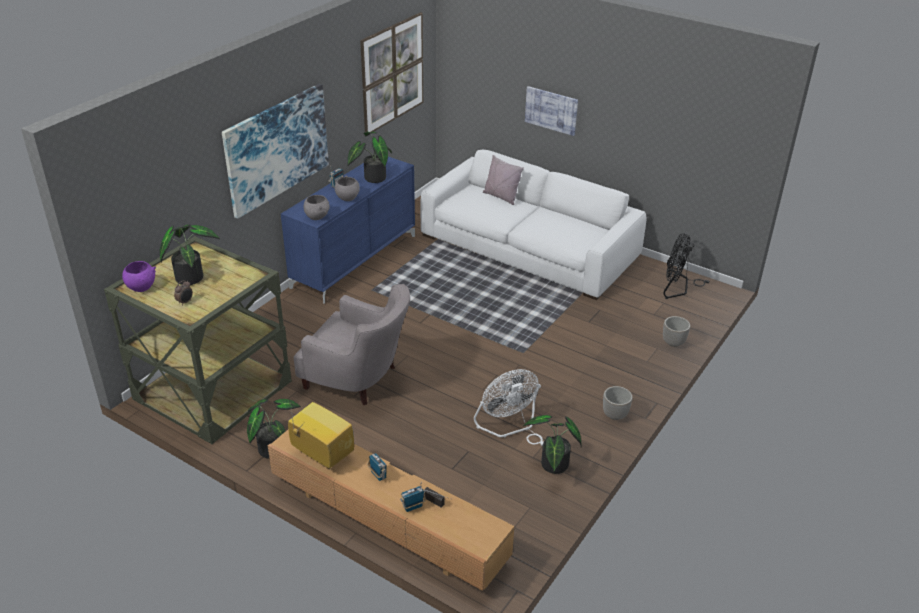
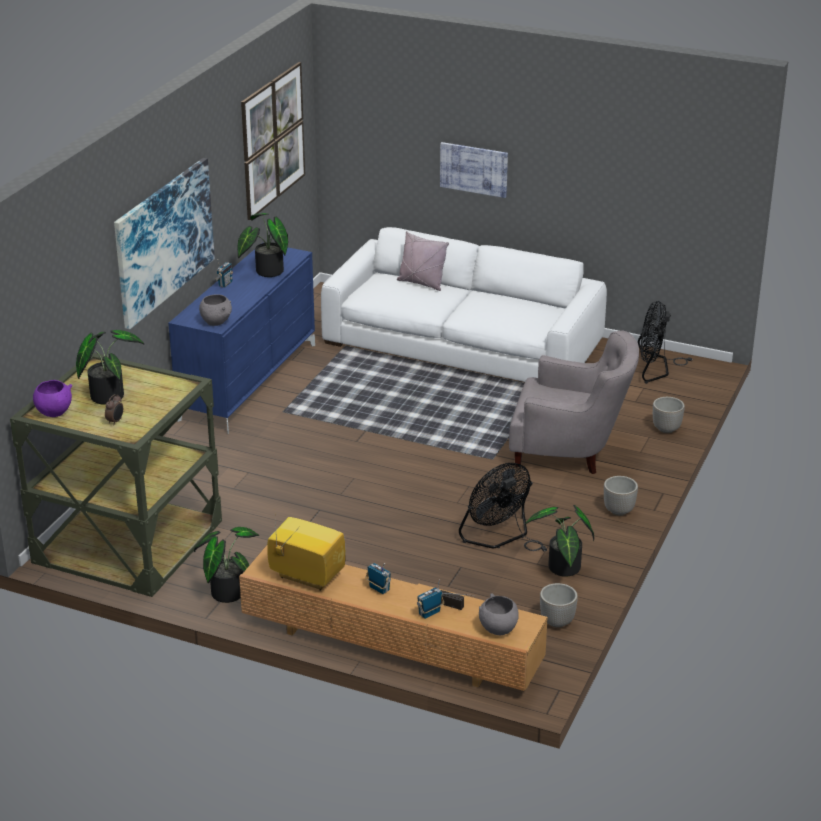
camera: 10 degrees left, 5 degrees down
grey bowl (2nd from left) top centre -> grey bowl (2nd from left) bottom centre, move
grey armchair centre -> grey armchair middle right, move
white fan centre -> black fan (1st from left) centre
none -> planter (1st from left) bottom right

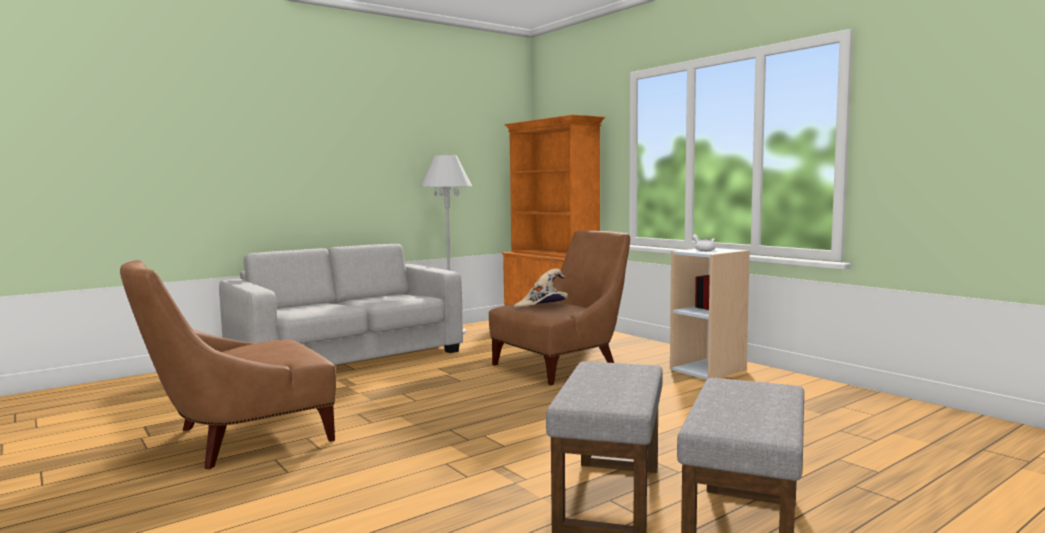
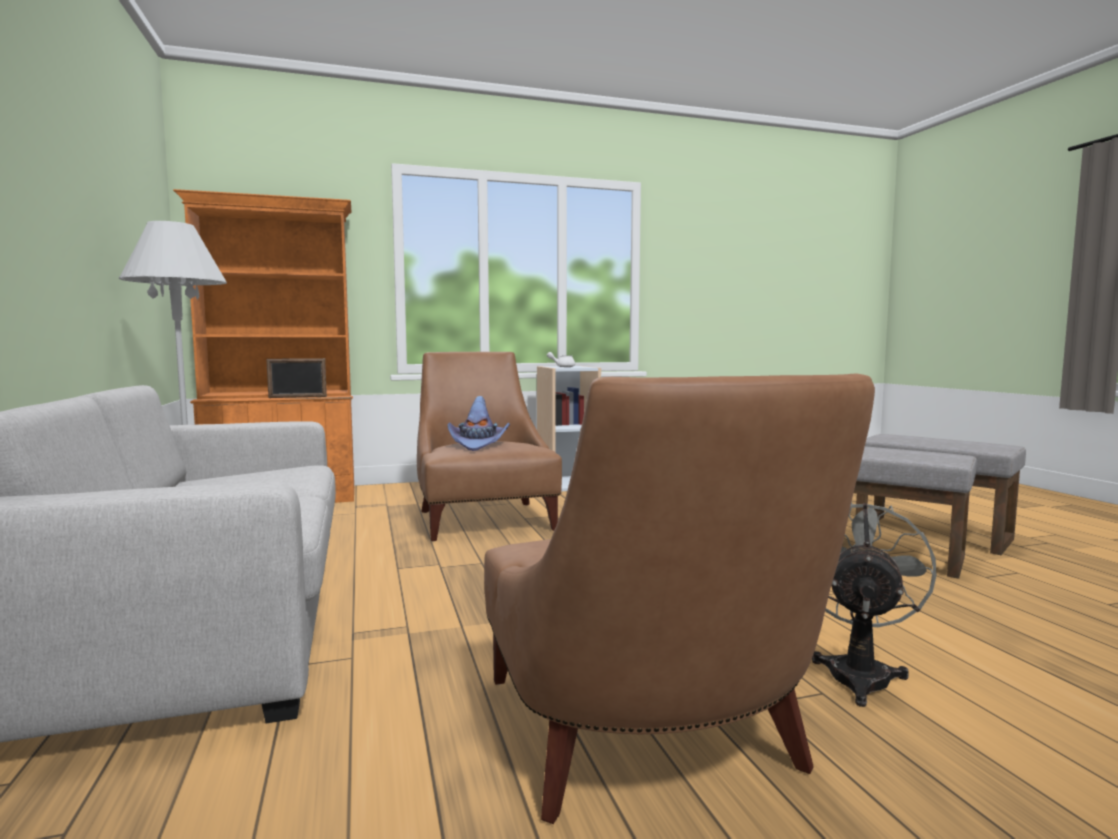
camera: 70 degrees left, 0 degrees up
beige hat centre -> purple hat centre
none -> picture frame middle left
none -> grey fan bottom right

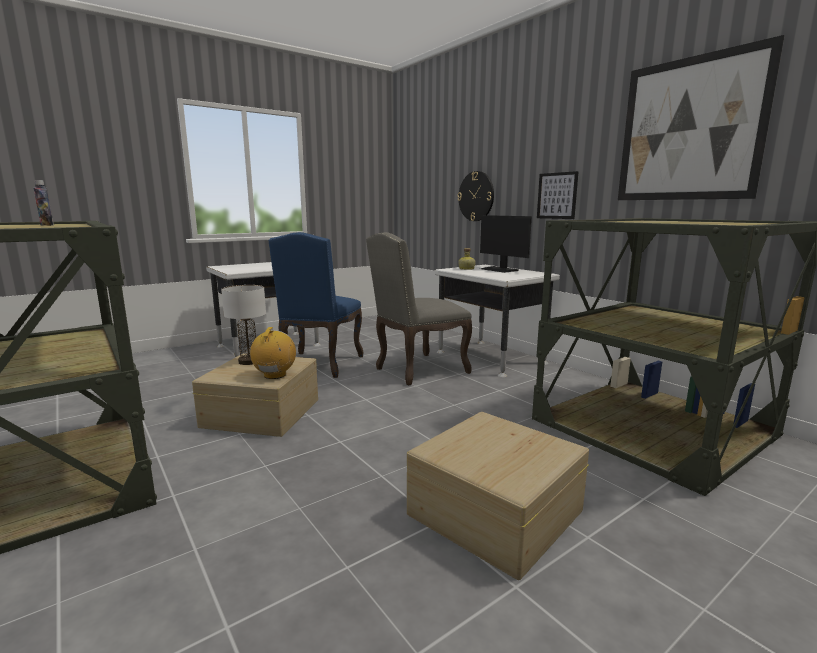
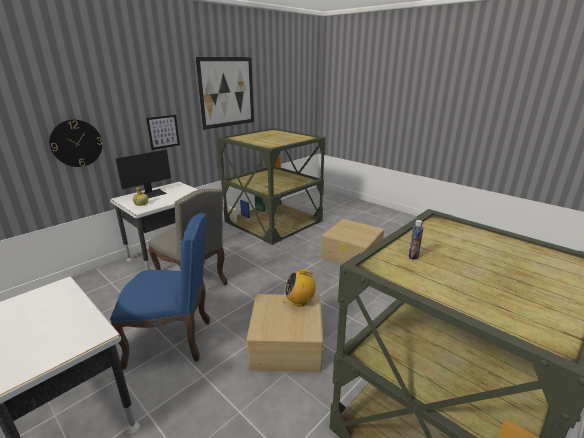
camera: 100 degrees left, 10 degrees up
table lamp middle left -> none

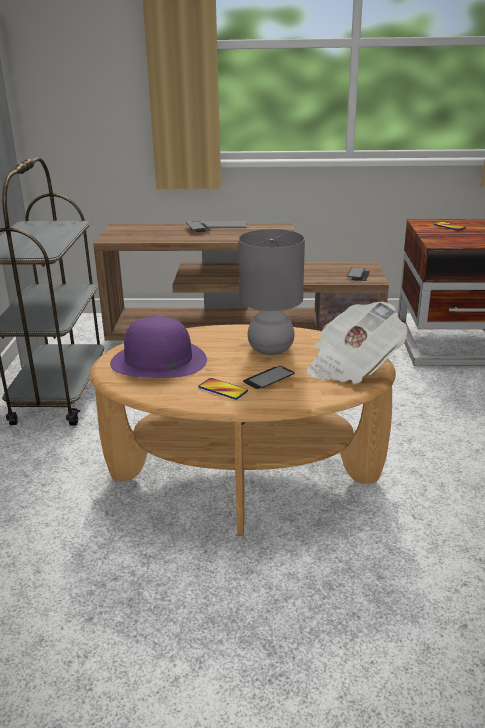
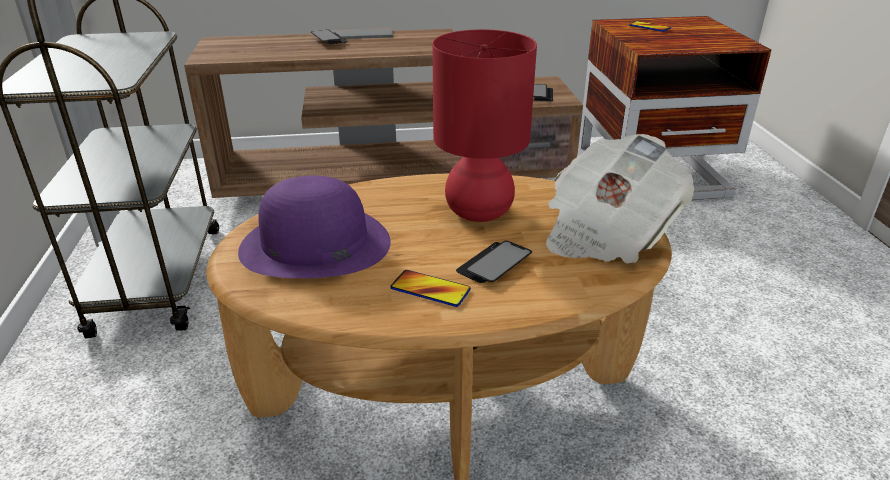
camera: 10 degrees left, 5 degrees up
grey table lamp centre -> red table lamp top centre

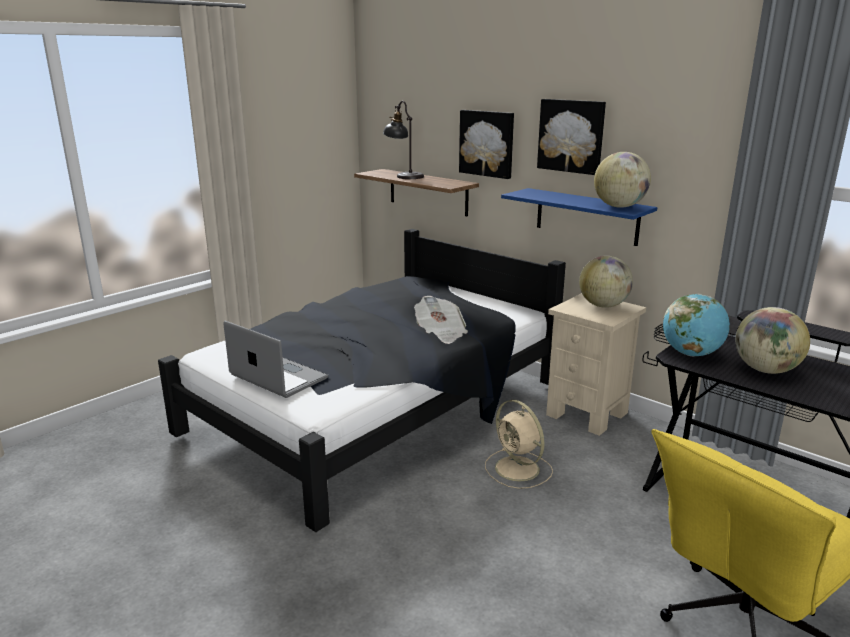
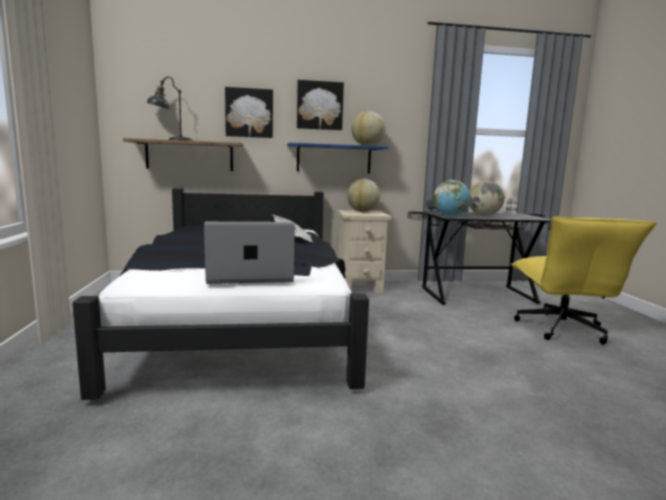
camera: 50 degrees left, 10 degrees down
beige fan bottom centre -> none

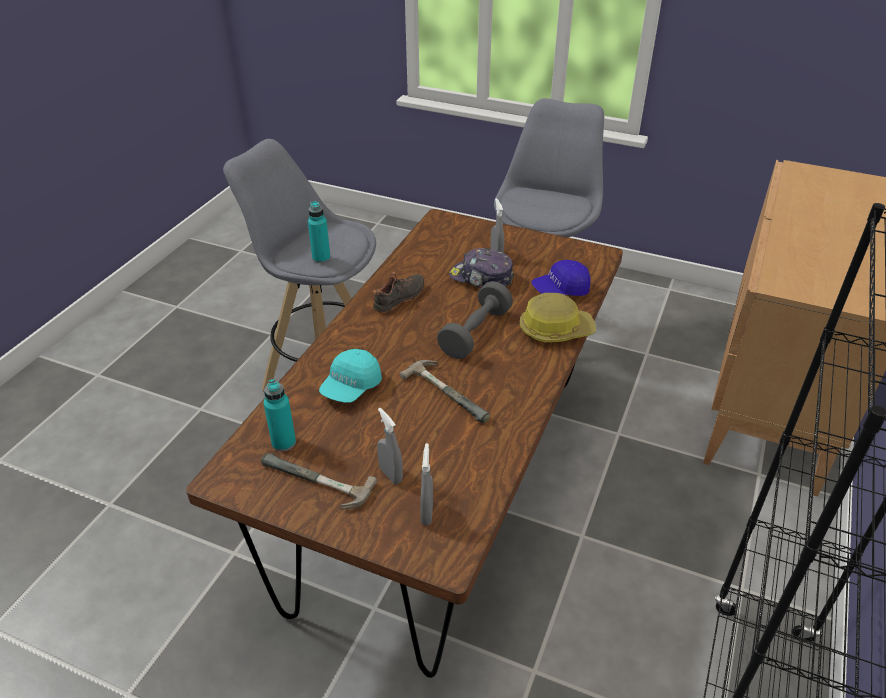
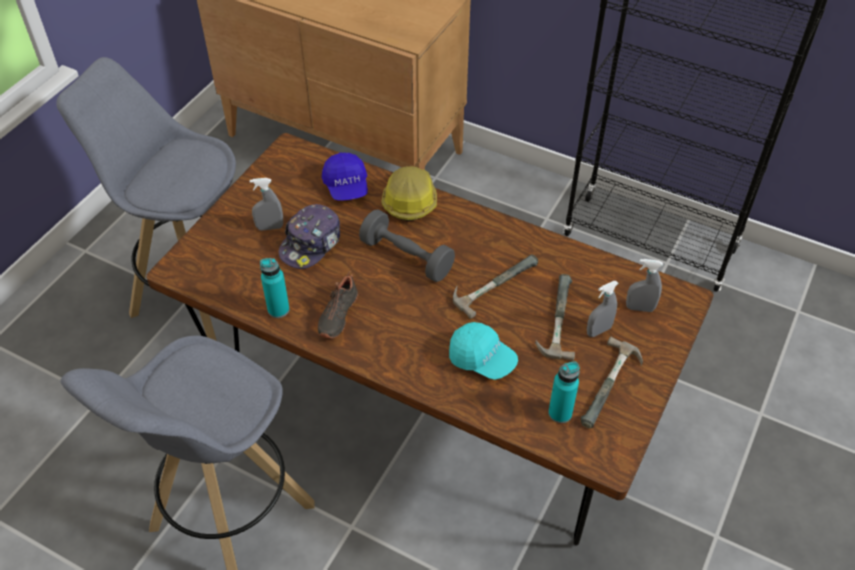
camera: 85 degrees left, 10 degrees up
turquoise bottle (2nd from left in the first image) top centre -> turquoise bottle (1st from left) middle left, move
black shoe centre, 120 degrees counterclockwise
none -> hammer (2nd from left) centre

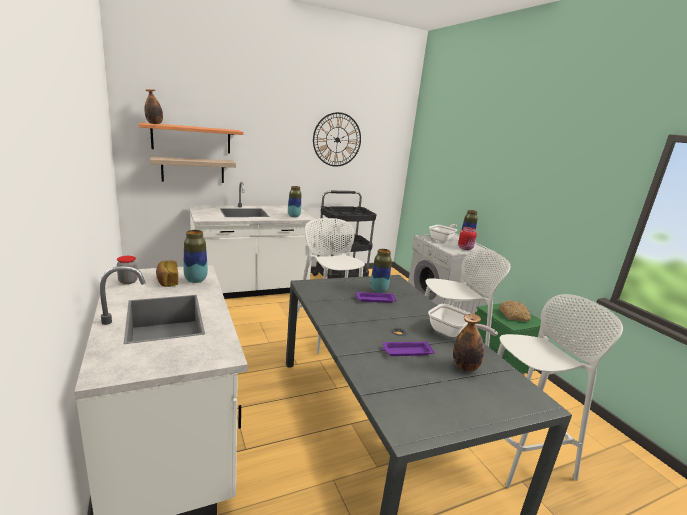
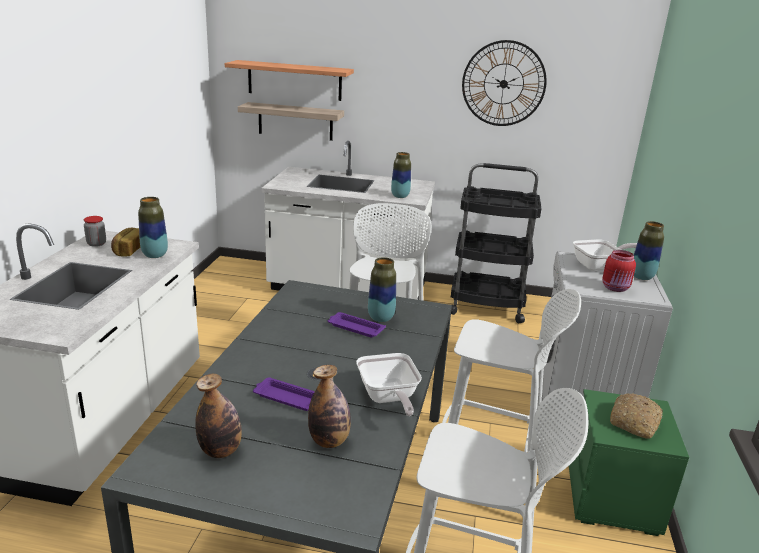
camera: 35 degrees right, 5 degrees up
bottle (1st from left) top left -> bottle (1st from left) bottom left, move

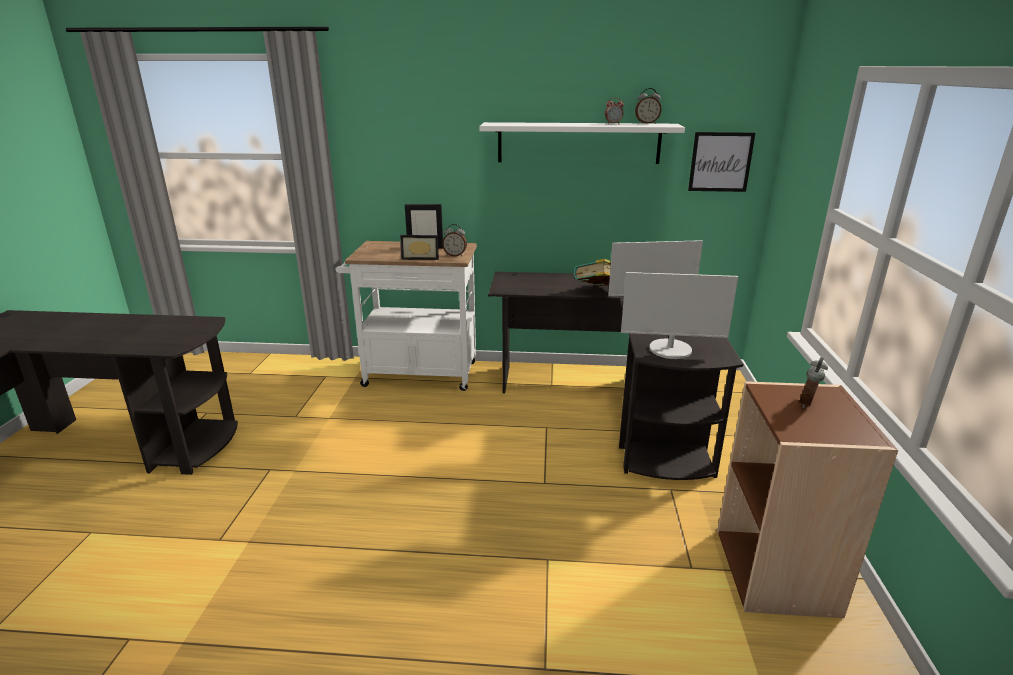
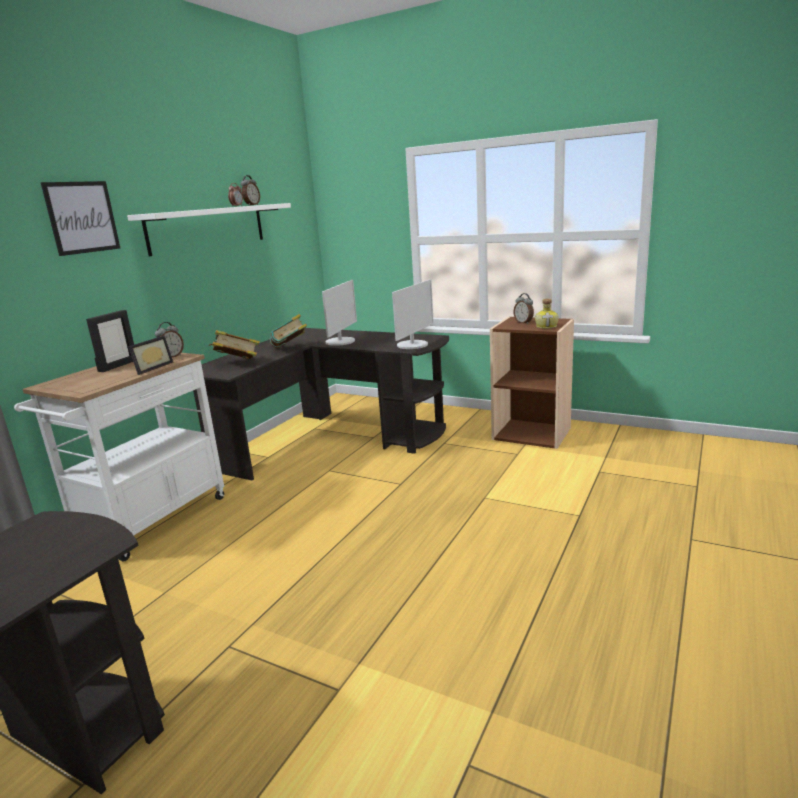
camera: 65 degrees left, 5 degrees down
picture top right -> picture top left, move
none -> bottle middle right
none -> book (1st from left) middle left

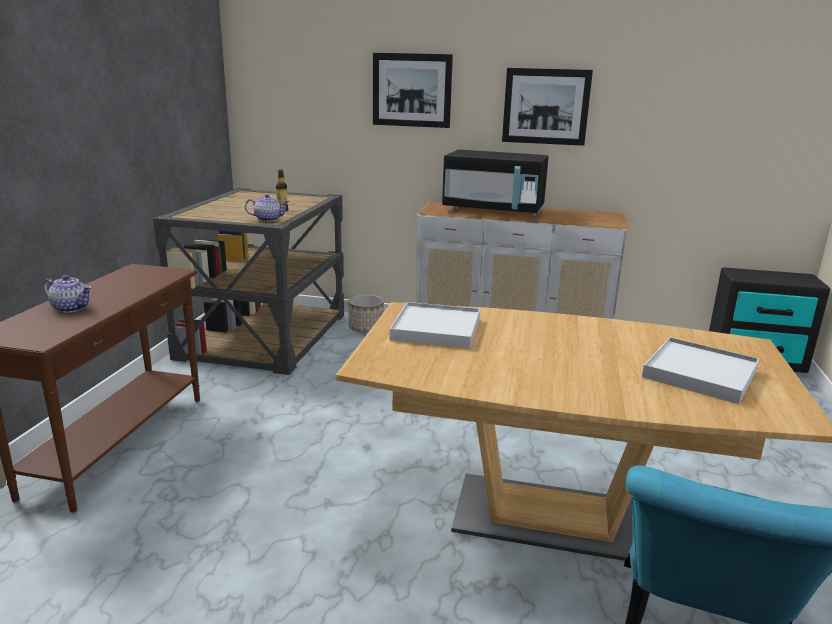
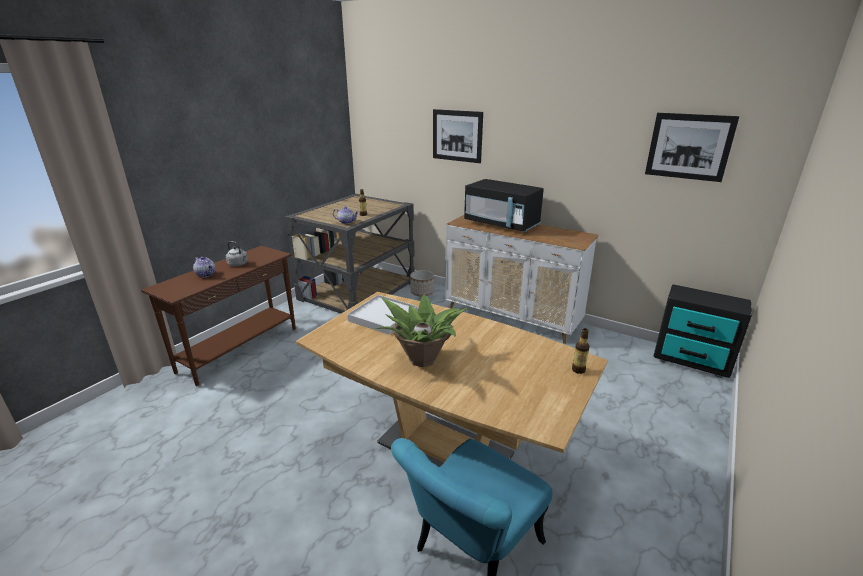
camera: 20 degrees right, 5 degrees up
picture (2nd from left) top centre -> picture (2nd from left) top right, move
white tray (2nd from left) middle right -> none
none -> grey kettle middle left
none -> potted plant centre
none -> bottle (2nd from left) middle right

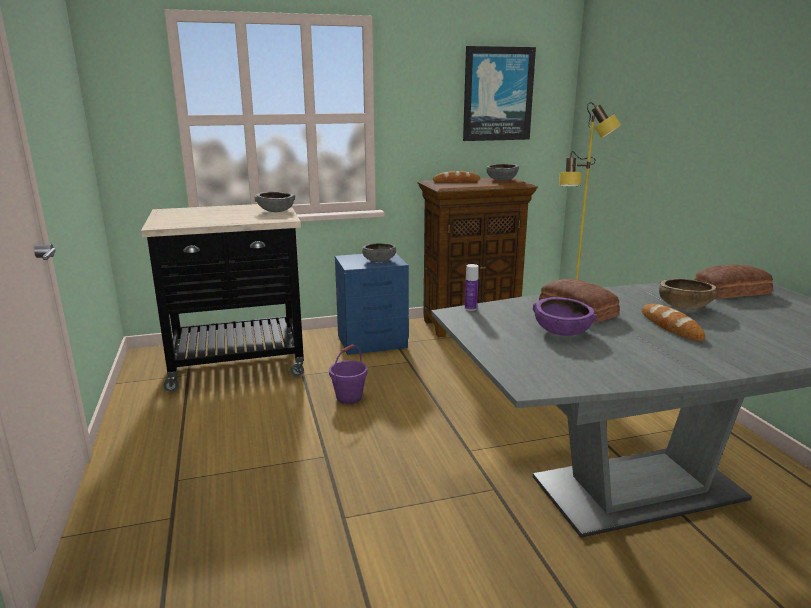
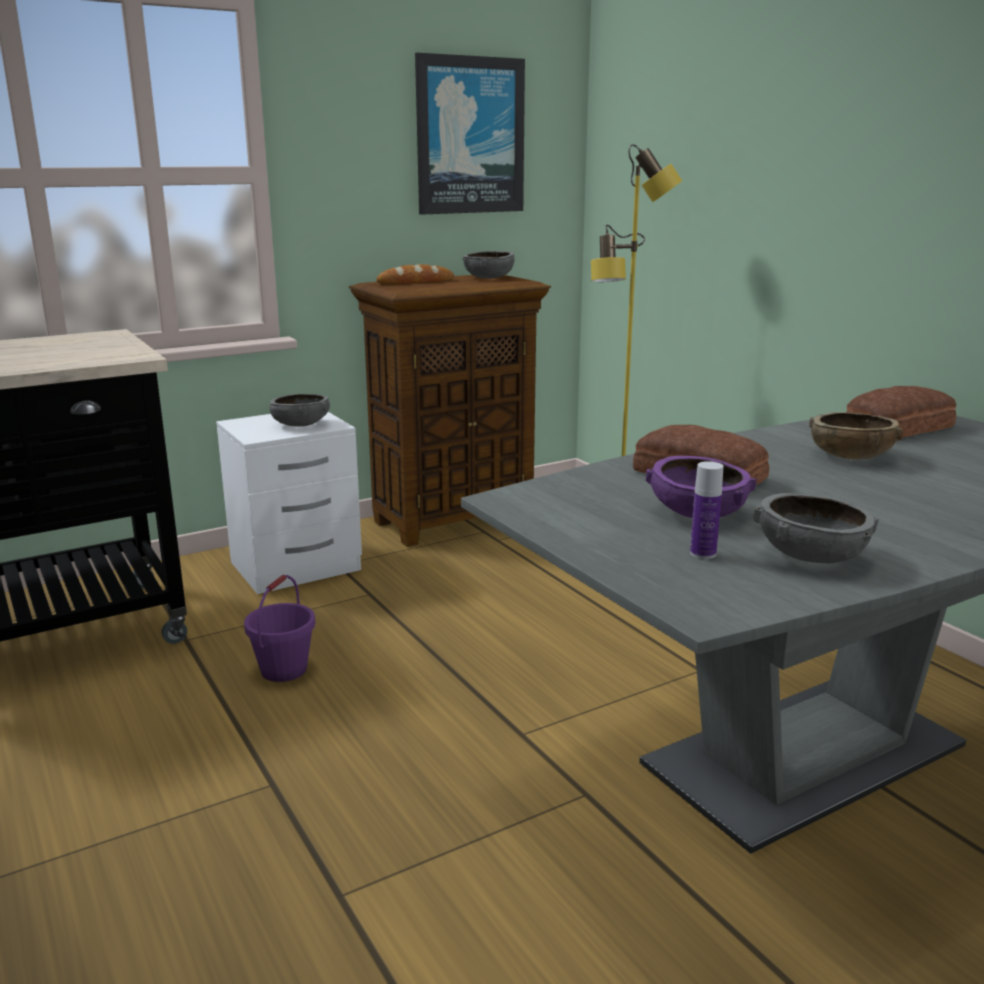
camera: 15 degrees left, 0 degrees up
grey bowl (1st from left in the first image) top centre -> grey bowl (3rd from left) middle right, move
blue nightstand centre -> white nightstand middle left
bottle centre -> bottle middle right, move
bread (3rd from left) middle right -> none

